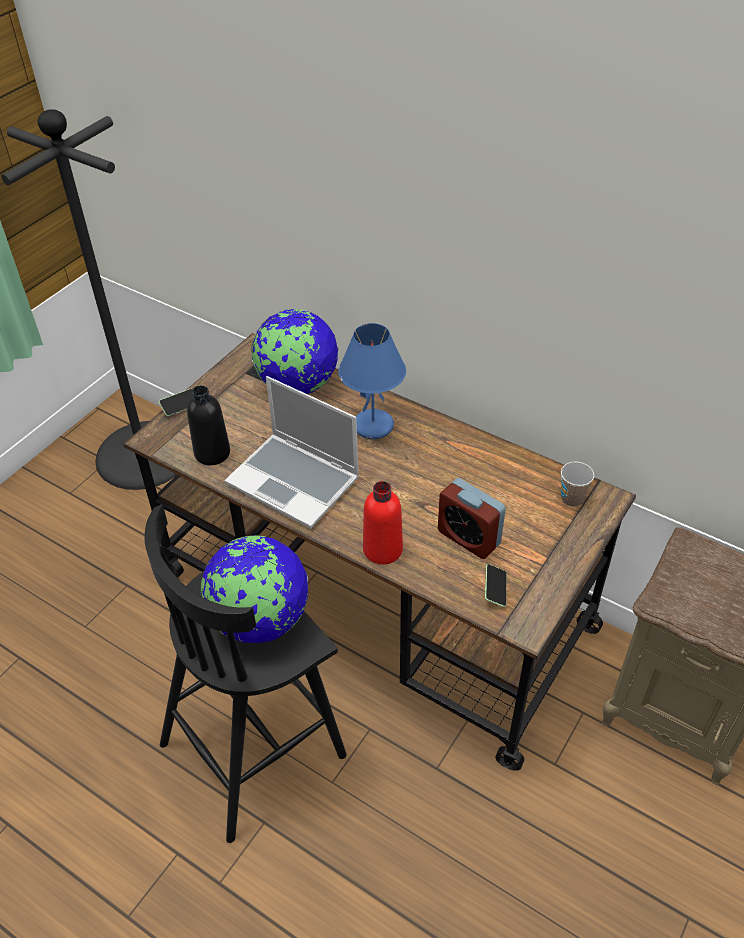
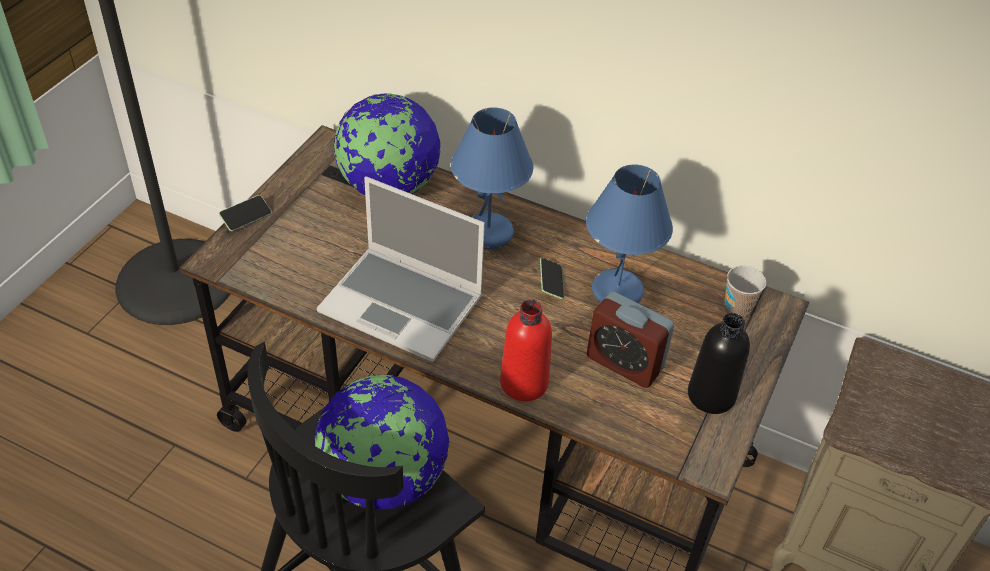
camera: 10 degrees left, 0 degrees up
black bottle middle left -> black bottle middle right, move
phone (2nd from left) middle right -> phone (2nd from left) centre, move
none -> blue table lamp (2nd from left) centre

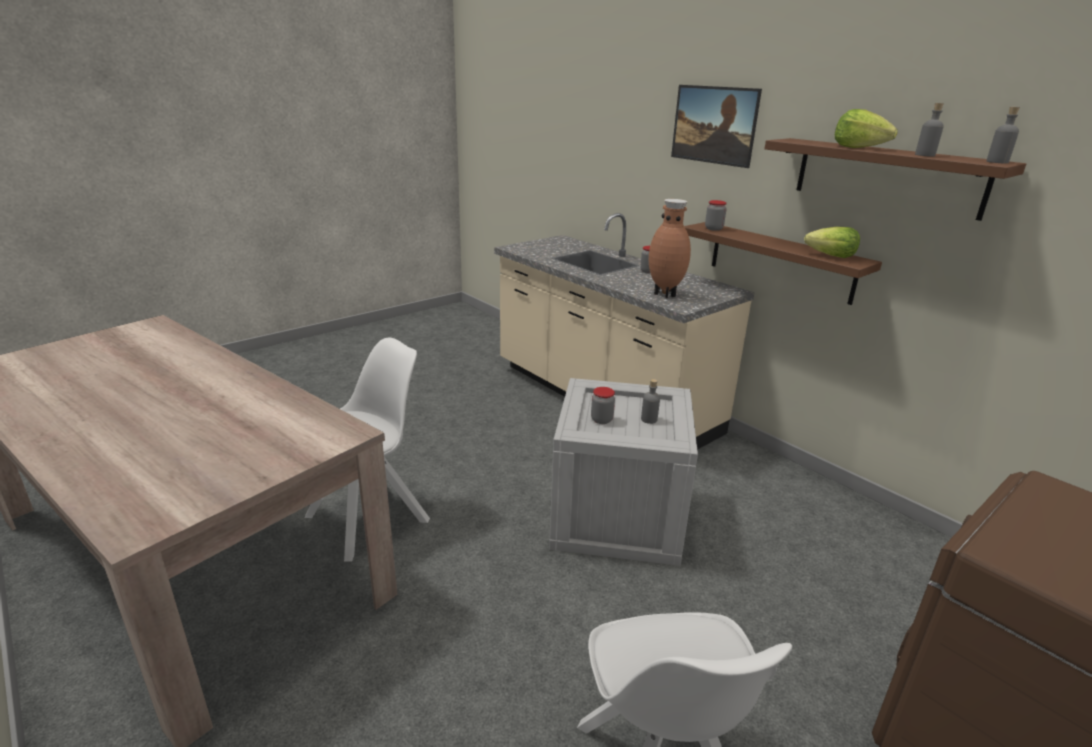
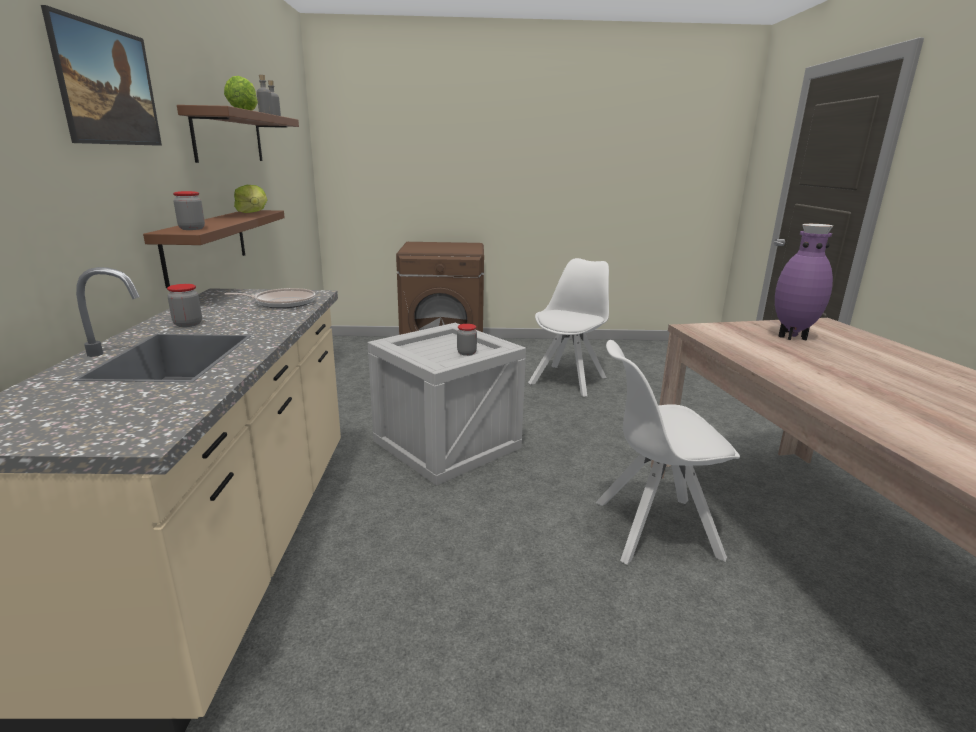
camera: 140 degrees left, 5 degrees down
brown vase top centre -> frying pan middle left
grey bottle (1st from left) centre -> none
none -> purple vase middle right

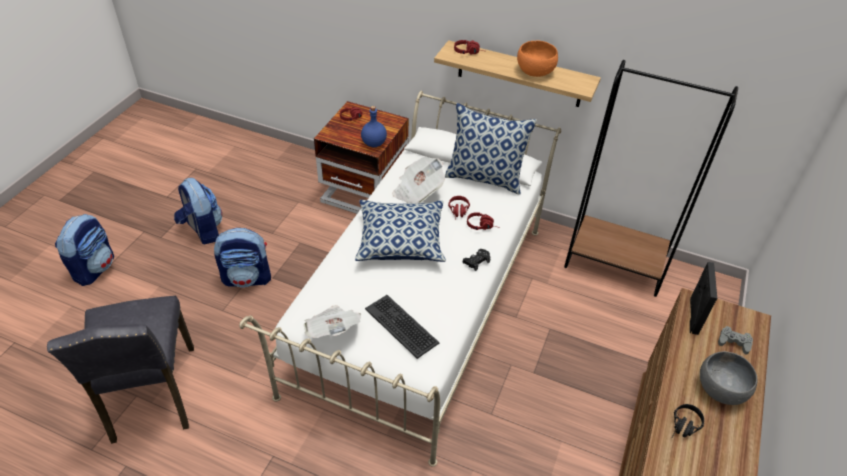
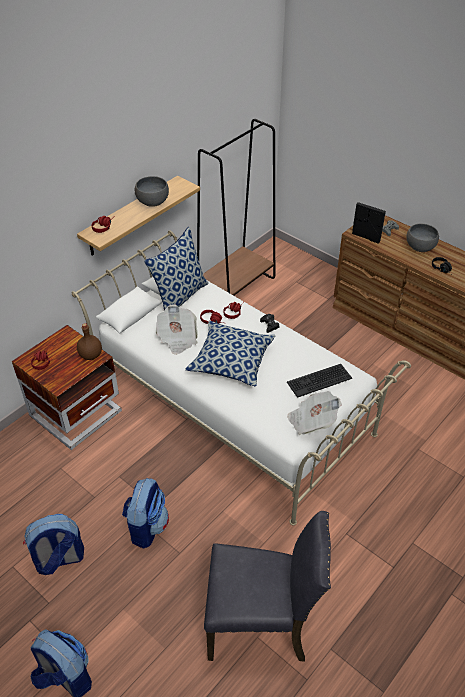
camera: 70 degrees left, 0 degrees up
orange bowl top centre -> grey bowl (1st from left) top left
blue bottle top centre -> brown bottle middle left

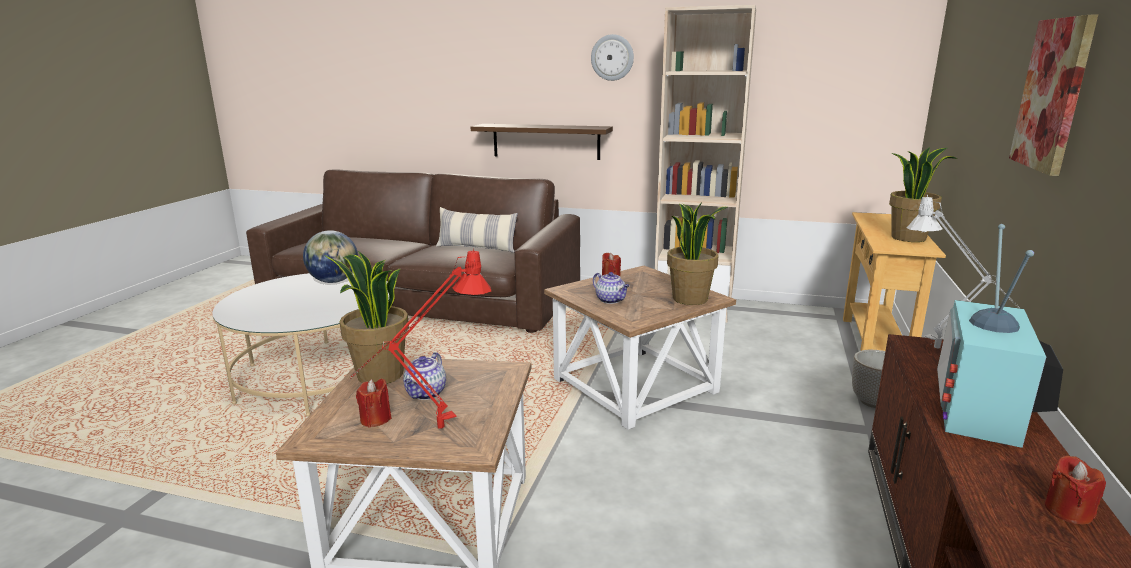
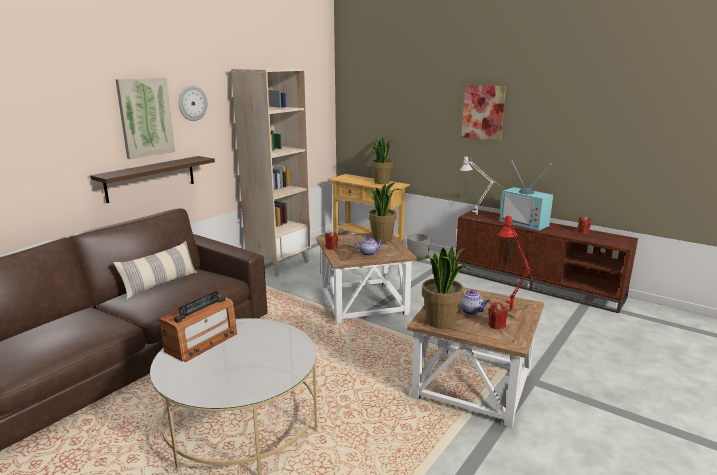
camera: 70 degrees left, 0 degrees up
globe middle left -> radio bottom left
none -> picture (1st from left) top left

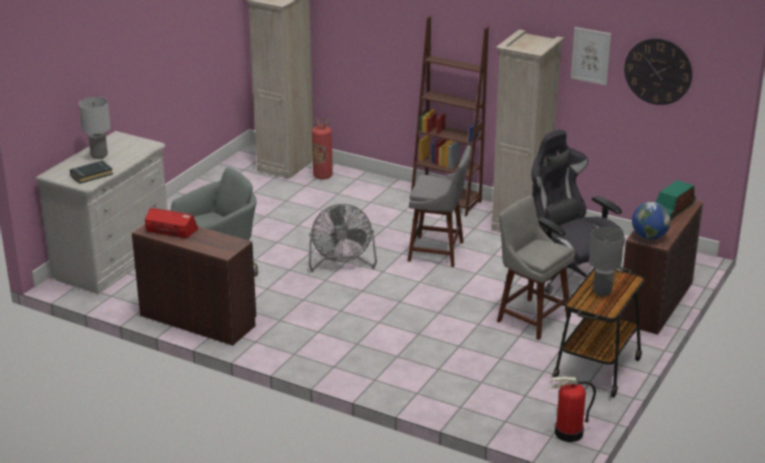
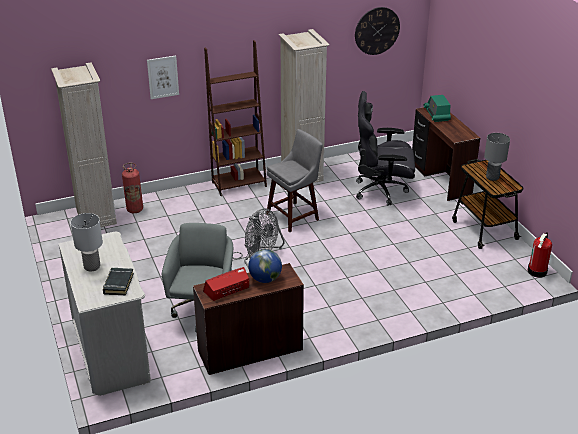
camera: 50 degrees left, 5 degrees up
picture top right -> picture top left, move
grey chair (2nd from left) middle right -> none
globe middle right -> globe centre, move

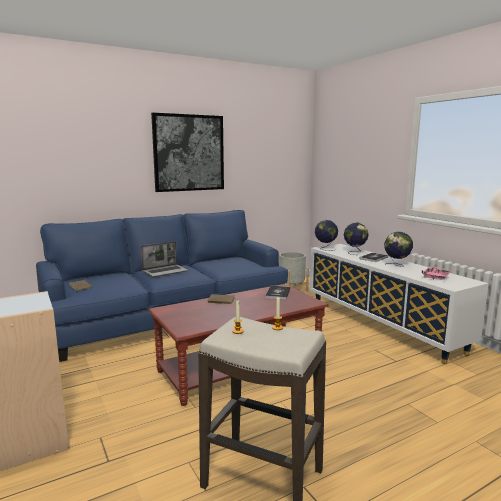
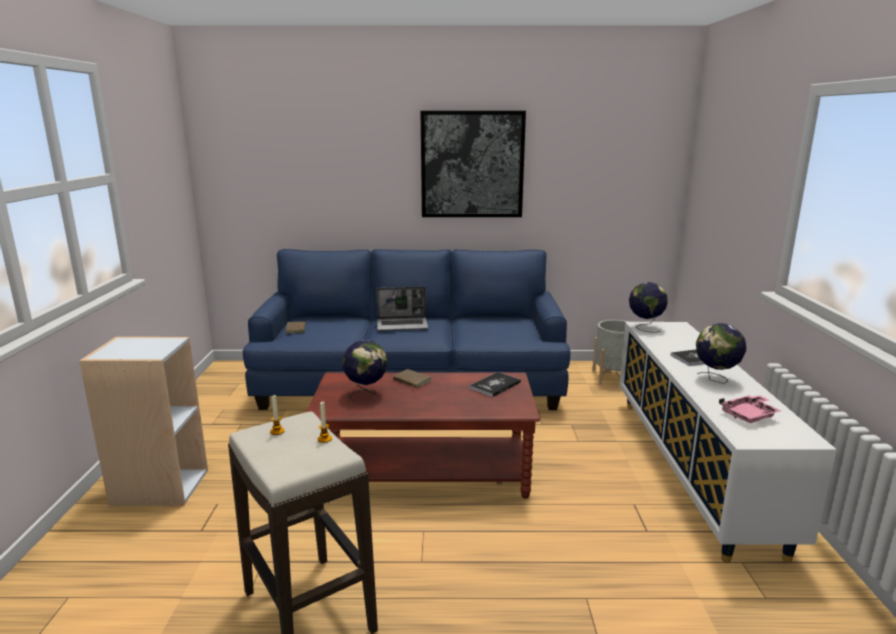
camera: 30 degrees right, 5 degrees up
globe (2nd from left in the first image) middle right -> globe (1st from left) centre, move

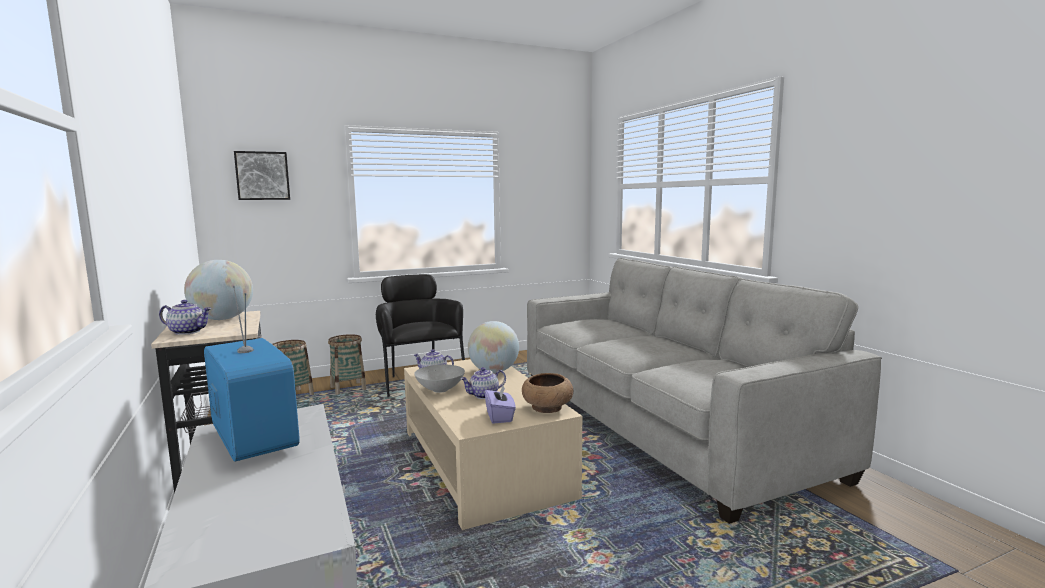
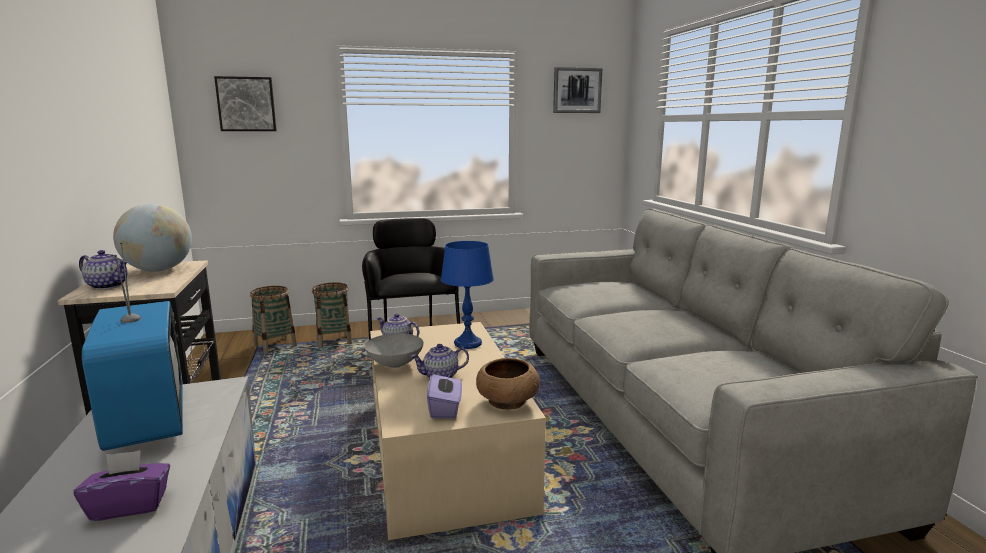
camera: 10 degrees right, 5 degrees up
globe (2nd from left) centre -> blue table lamp centre
none -> picture (2nd from left) top centre
none -> purple tissue box (1st from left) bottom left

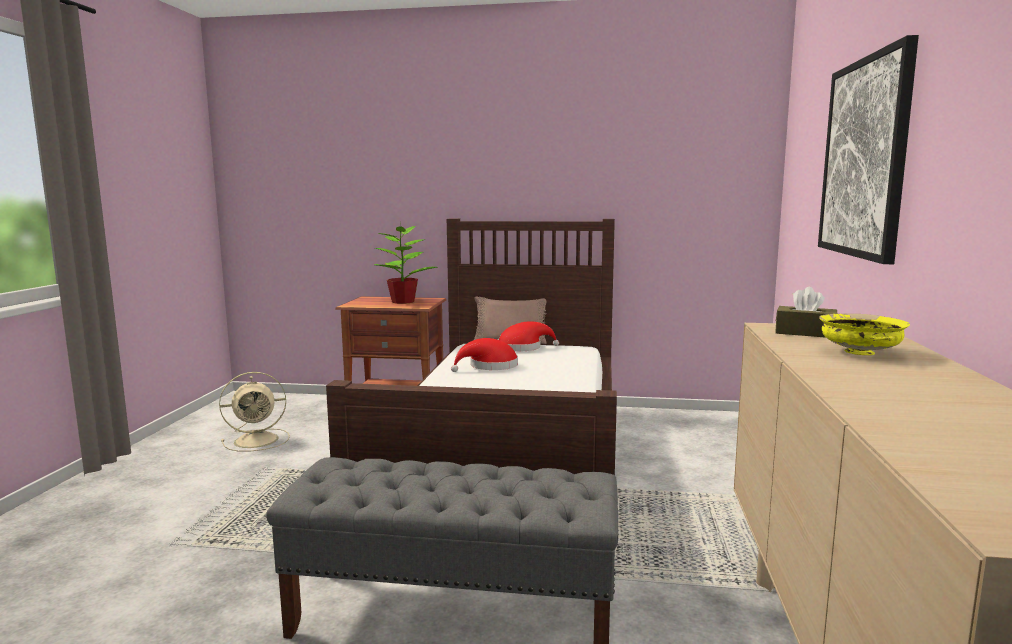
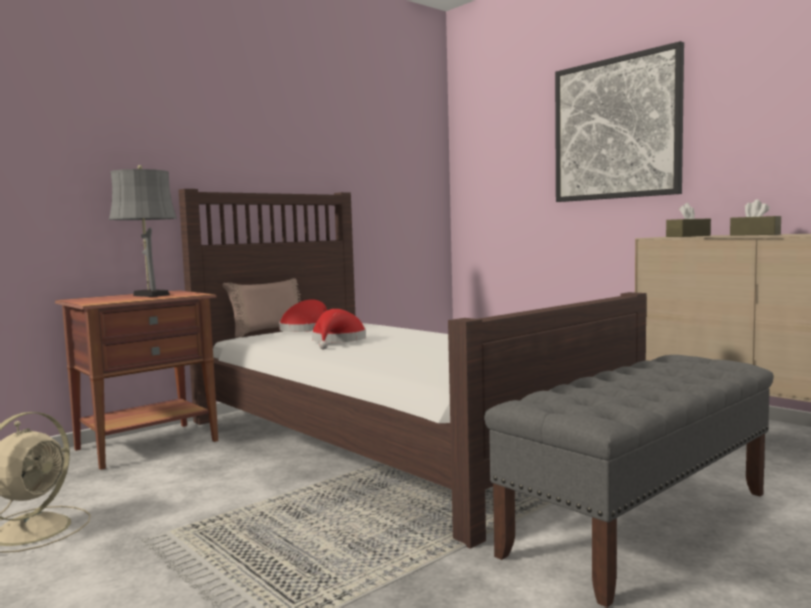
camera: 50 degrees left, 5 degrees down
potted plant centre -> grey table lamp middle left
yellow bowl middle right -> brown tissue box (2nd from left) middle right

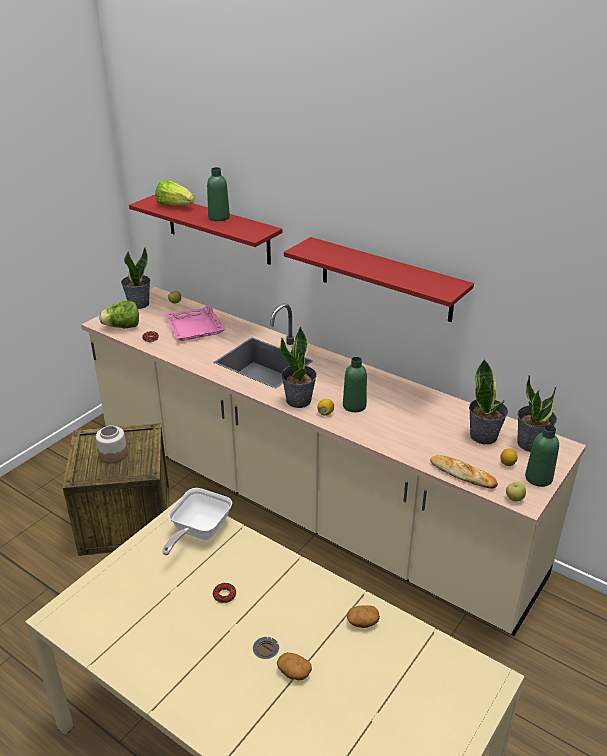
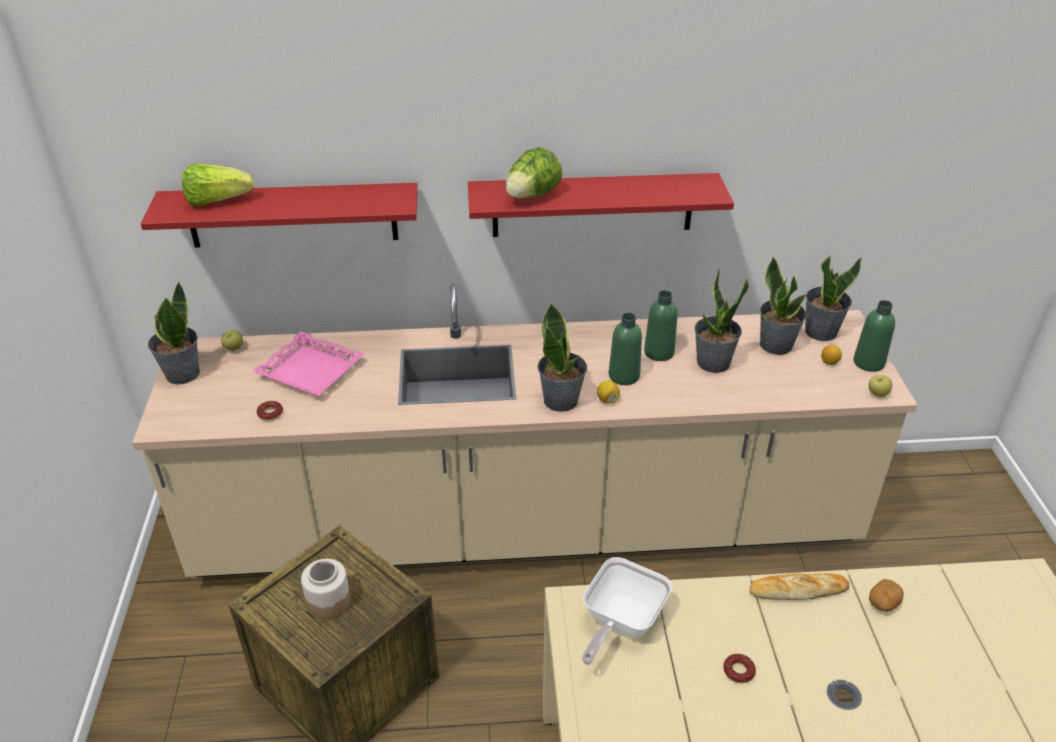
camera: 40 degrees left, 5 degrees up
green bottle (1st from left in the first image) top centre -> green bottle (2nd from left) centre, move
lettuce (1st from left in the first image) middle left -> lettuce (2nd from left) top centre, move
bread middle right -> bread bottom right, move
frying pan bottom left -> frying pan bottom centre, 45 degrees clockwise
potato (1st from left) bottom centre -> none
none -> potted plant (3rd from left) middle right

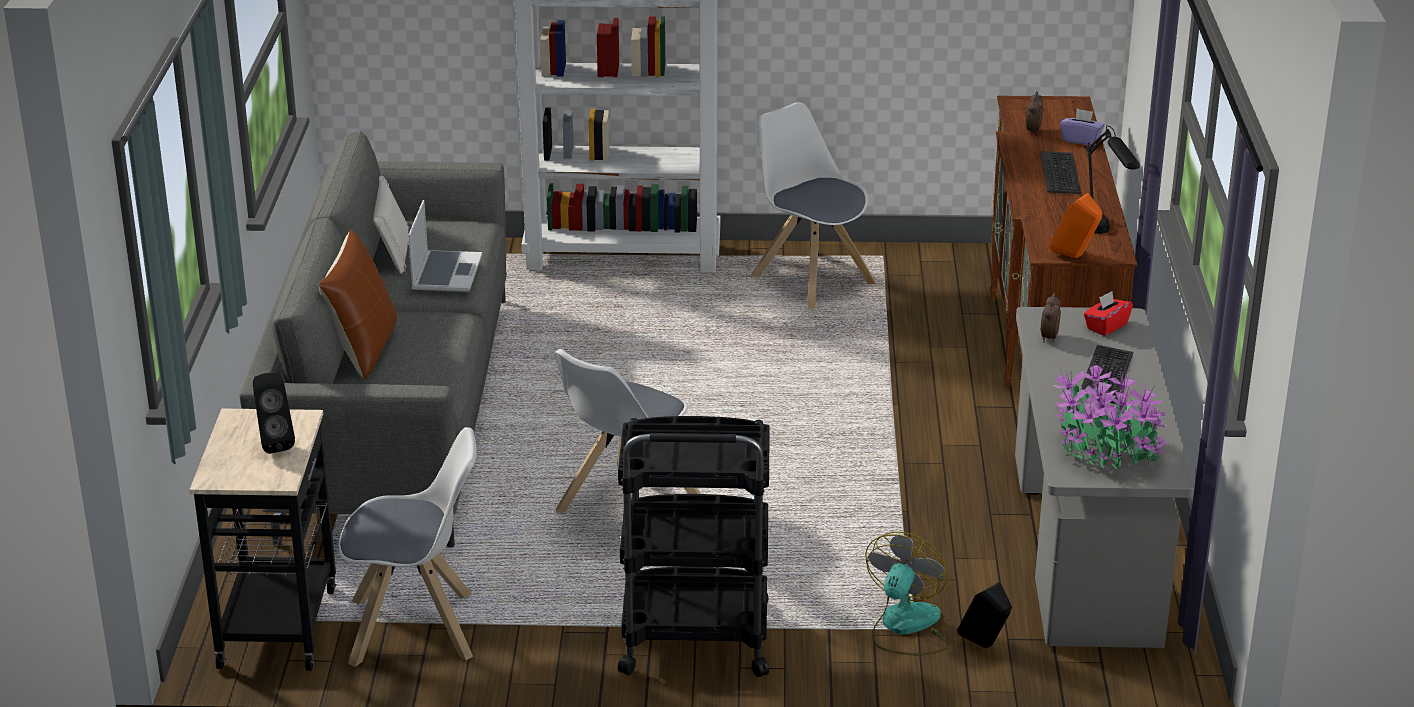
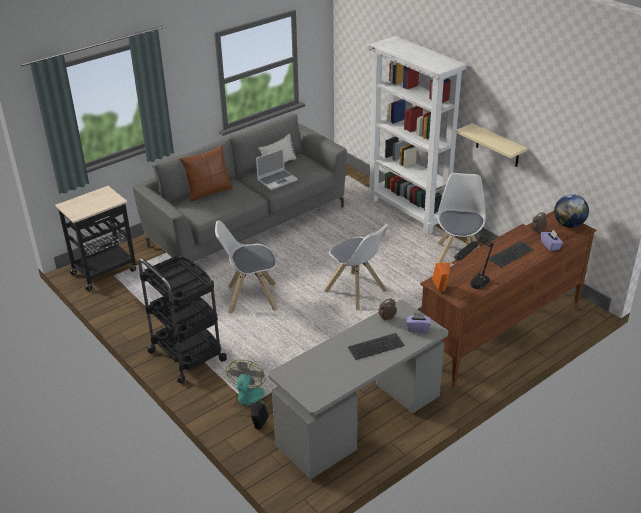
camera: 50 degrees right, 5 degrees up
red tissue box middle right -> purple tissue box (1st from left) centre
potted plant middle right -> none
black speaker (1st from left) middle left -> none
chair (1st from left in the first image) bottom left -> chair (2nd from left) centre, move
fan bottom centre, 60 degrees counterclockwise
none -> beige shelf top right
none -> globe middle right

